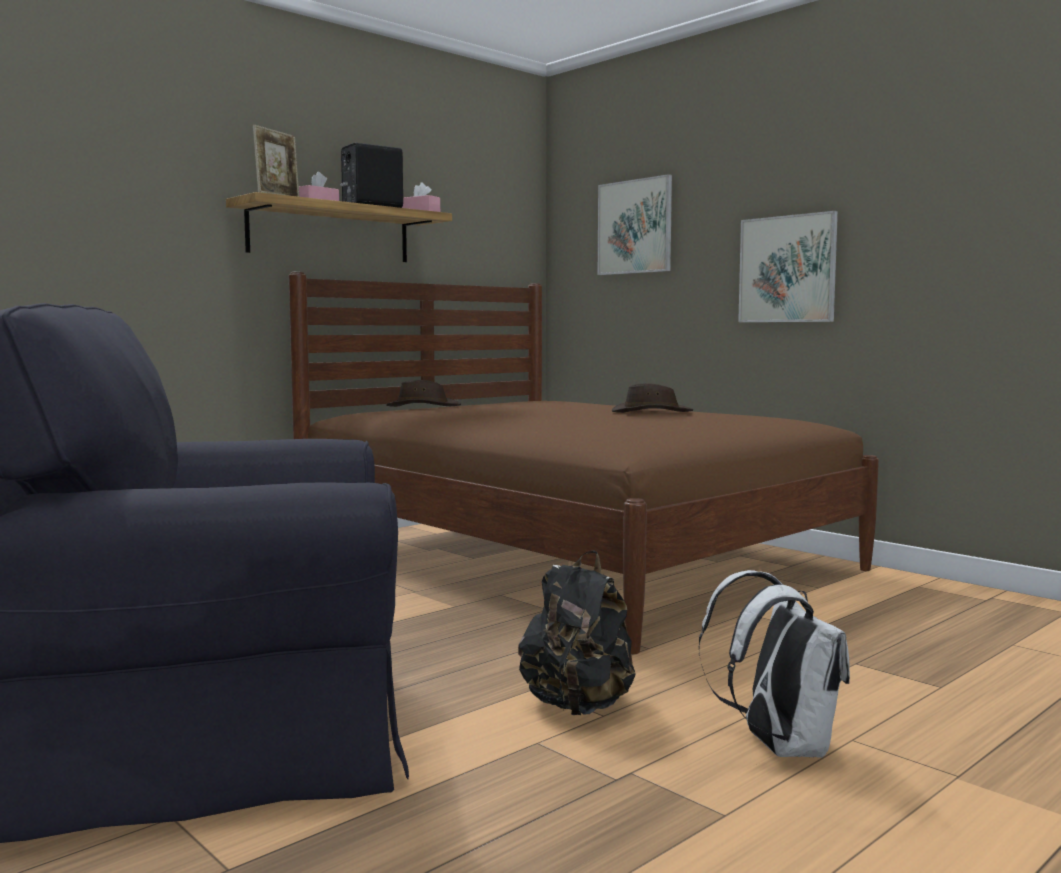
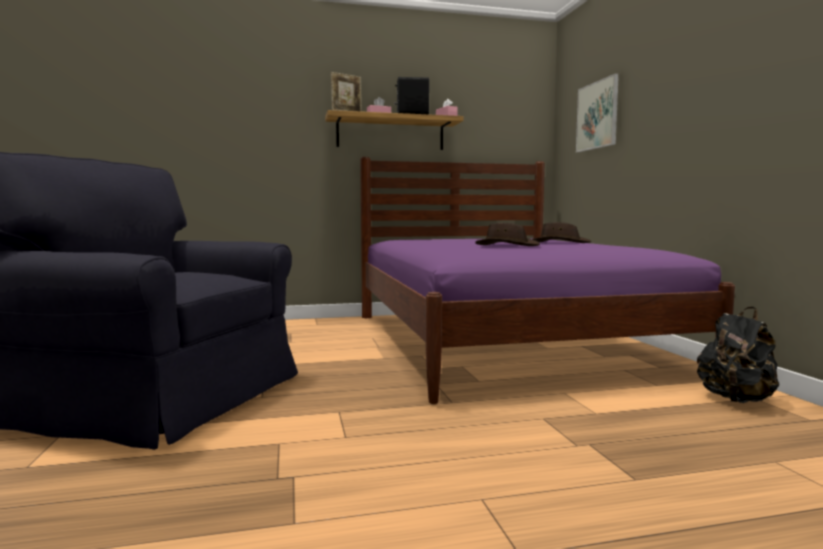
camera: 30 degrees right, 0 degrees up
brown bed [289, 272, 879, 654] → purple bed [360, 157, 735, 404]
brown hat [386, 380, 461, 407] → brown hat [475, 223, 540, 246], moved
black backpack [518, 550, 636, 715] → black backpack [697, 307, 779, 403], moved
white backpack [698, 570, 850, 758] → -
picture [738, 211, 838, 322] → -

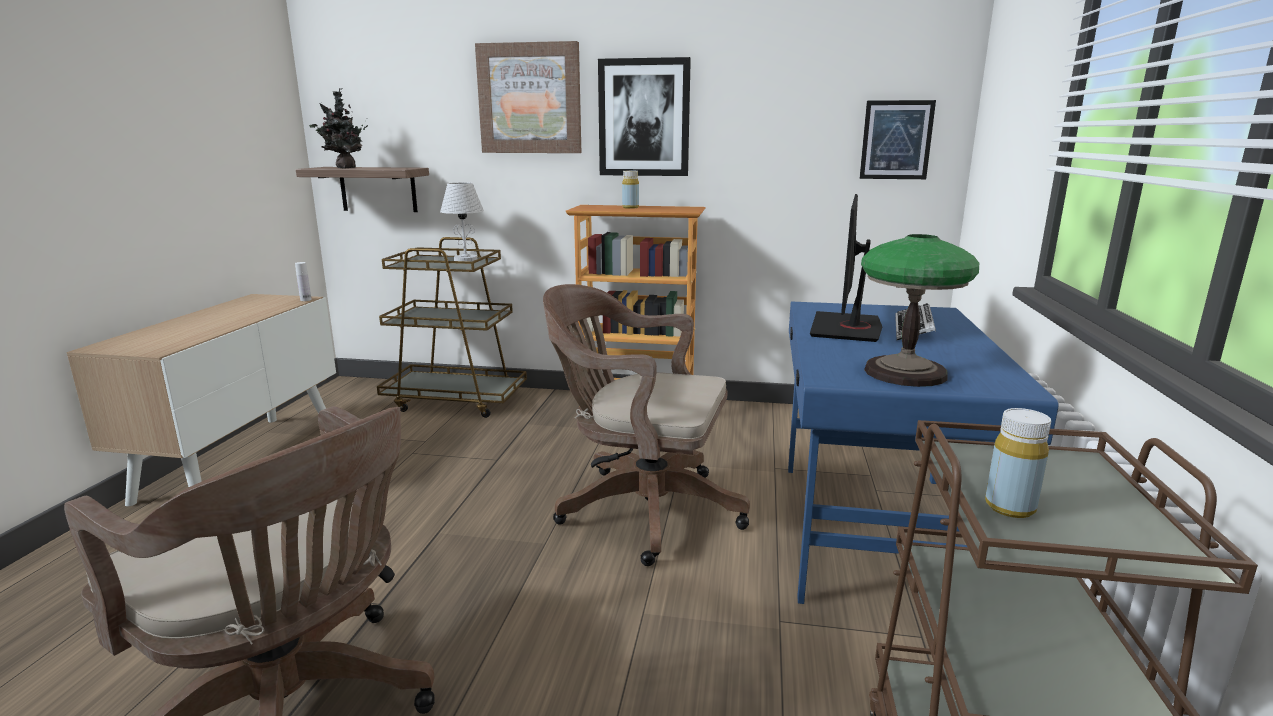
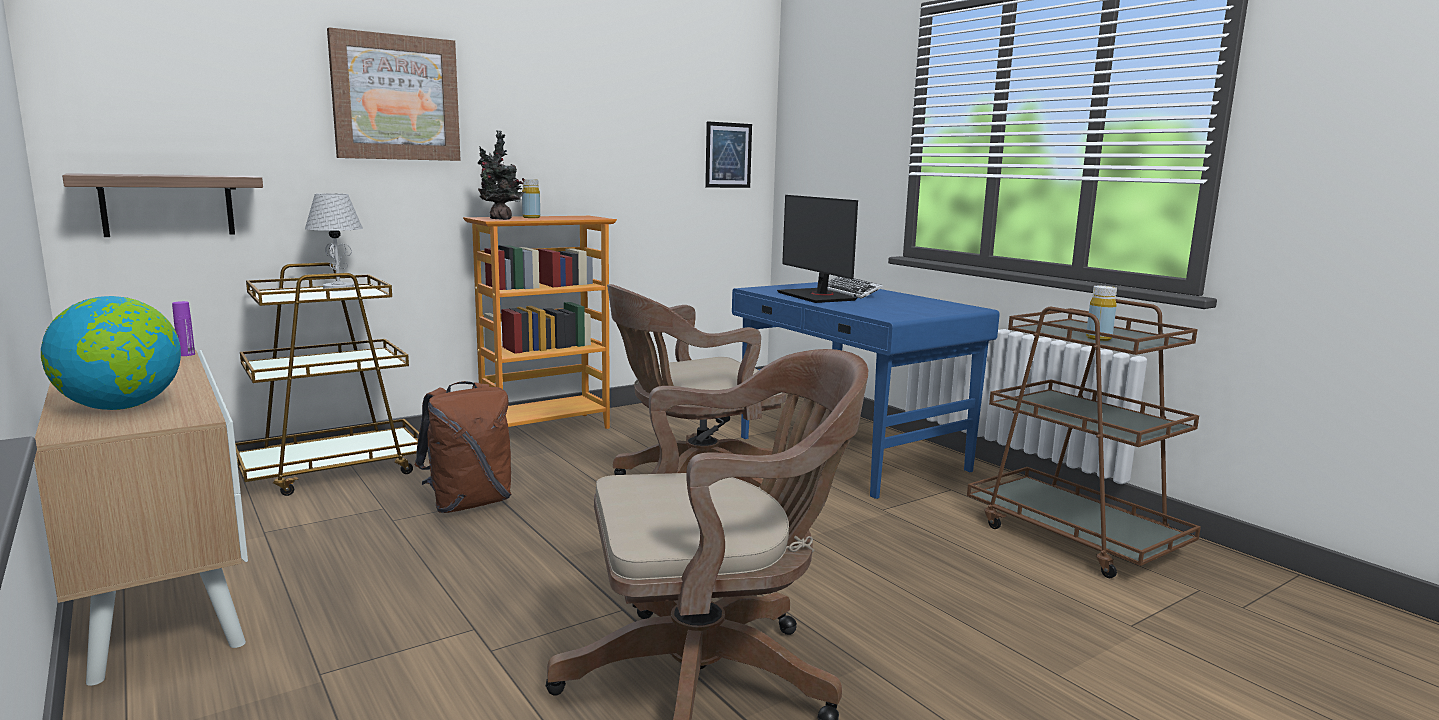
camera: 45 degrees left, 5 degrees down
white bottle [295, 262, 312, 301] → purple bottle [172, 301, 195, 356]
potted plant [309, 88, 368, 168] → potted plant [478, 130, 526, 220], moved
picture [598, 57, 691, 176] → -
table lamp [861, 234, 979, 387] → -
- → globe [41, 296, 181, 410]
- → brown backpack [415, 381, 511, 513]

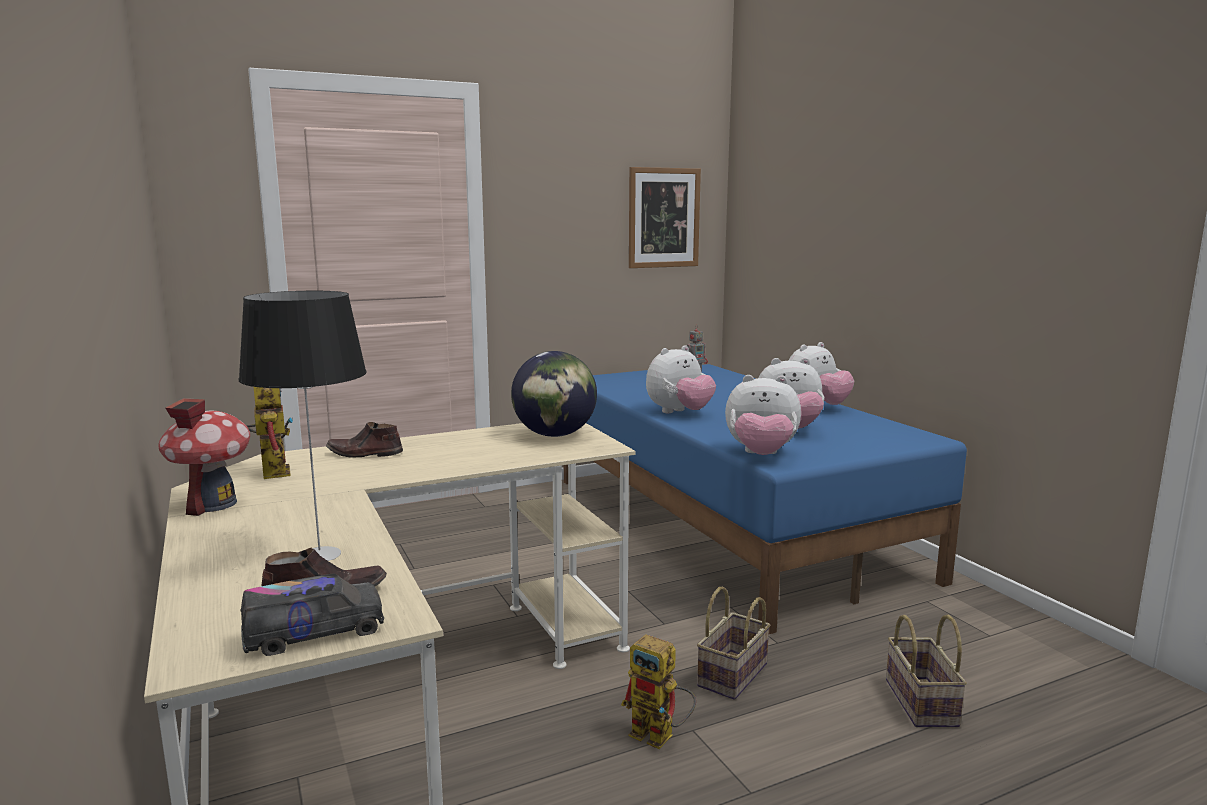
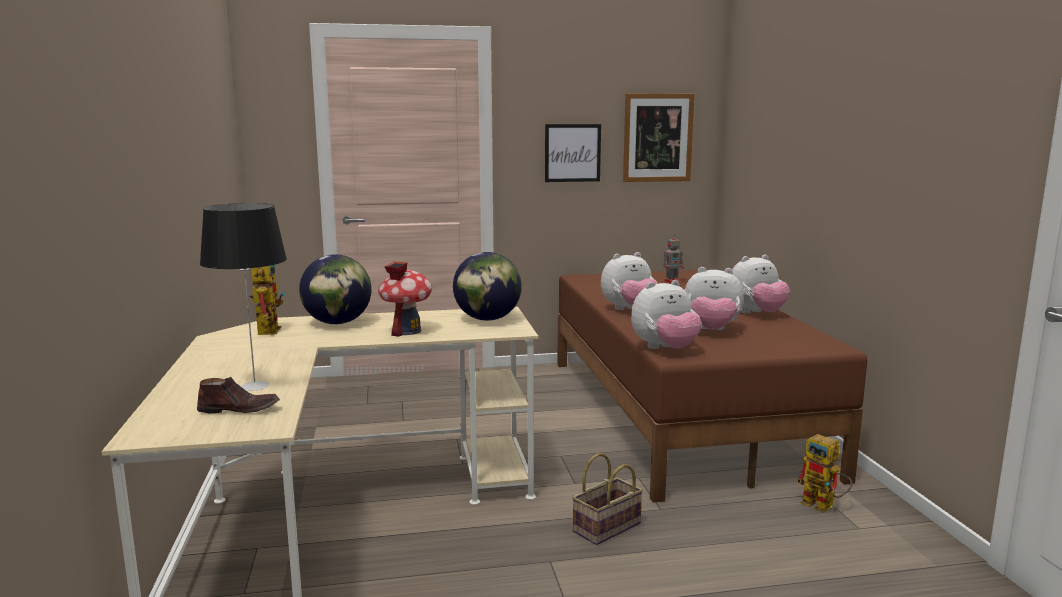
camera: 15 degrees right, 0 degrees up
toy house [158, 398, 250, 516] → toy house [378, 261, 432, 337], moved
toy truck [240, 573, 384, 656] → -
brown shoe [326, 422, 403, 458] → globe [299, 254, 371, 324]
blue bed [564, 364, 967, 634] → brown bed [557, 270, 867, 503]
toy robot [621, 634, 696, 749] → toy robot [796, 434, 853, 513], moved
plush toy [725, 375, 801, 455] → plush toy [631, 280, 702, 349], 45 degrees counterclockwise
basket [886, 615, 967, 727] → -
- → picture [545, 124, 601, 182]

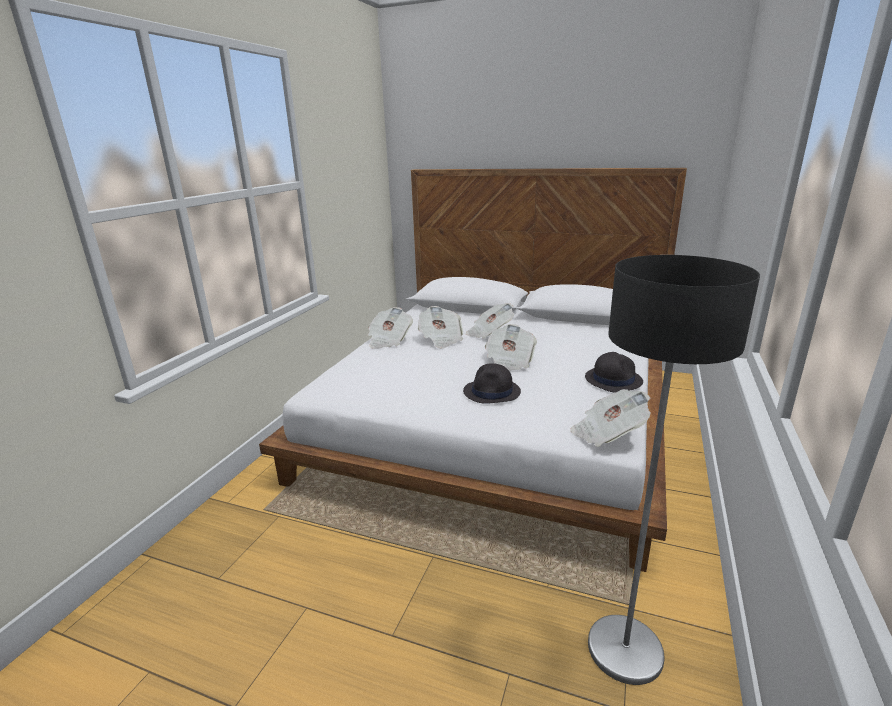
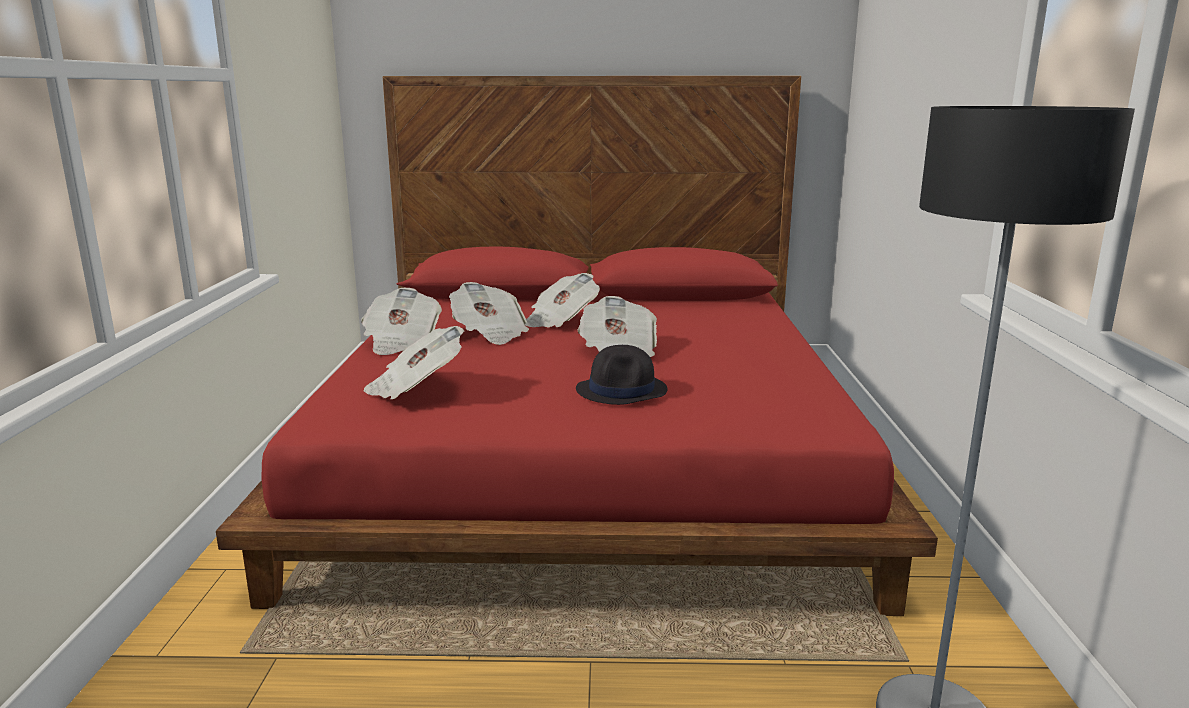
camera: 20 degrees left, 5 degrees down
white bed [259, 168, 687, 572] → red bed [216, 76, 938, 616]
newspaper [570, 389, 651, 447] → newspaper [364, 326, 464, 399], moved
black hat [585, 352, 643, 392] → -

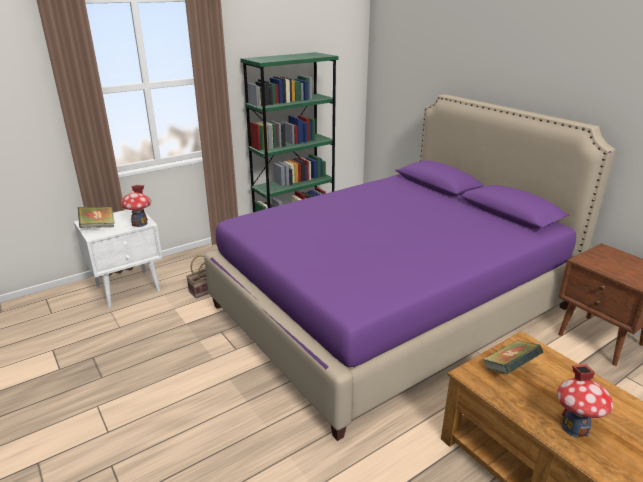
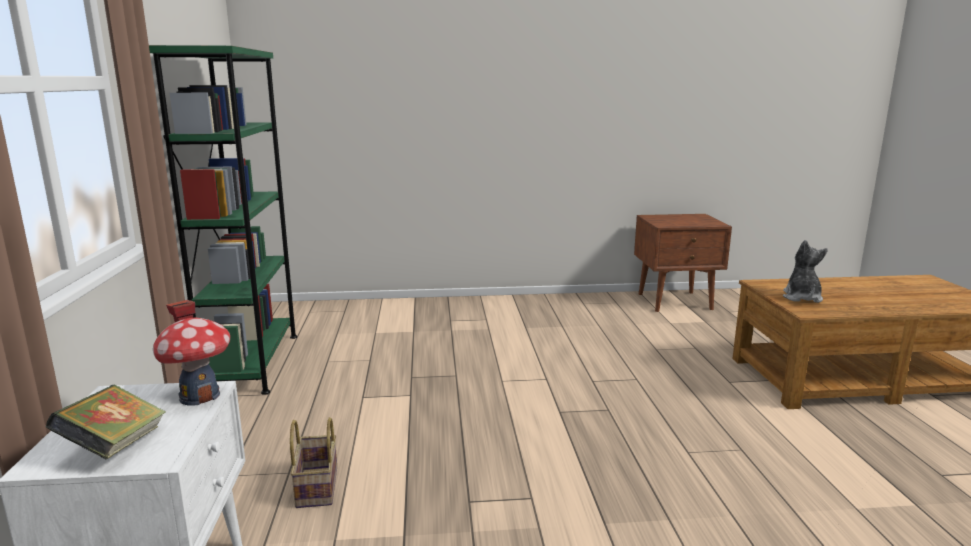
camera: 60 degrees left, 10 degrees down
purple bed [204, 94, 616, 441] → -
book [483, 340, 543, 374] → plush toy [783, 240, 828, 303]
toy house [557, 364, 613, 437] → -

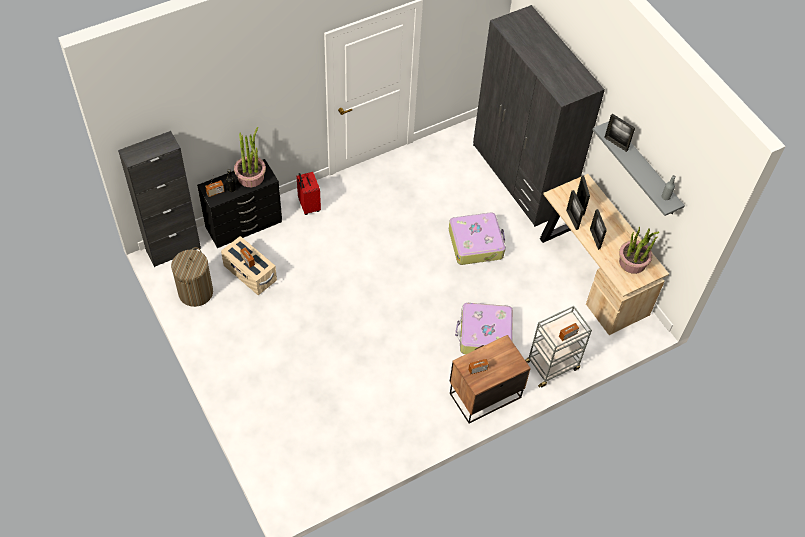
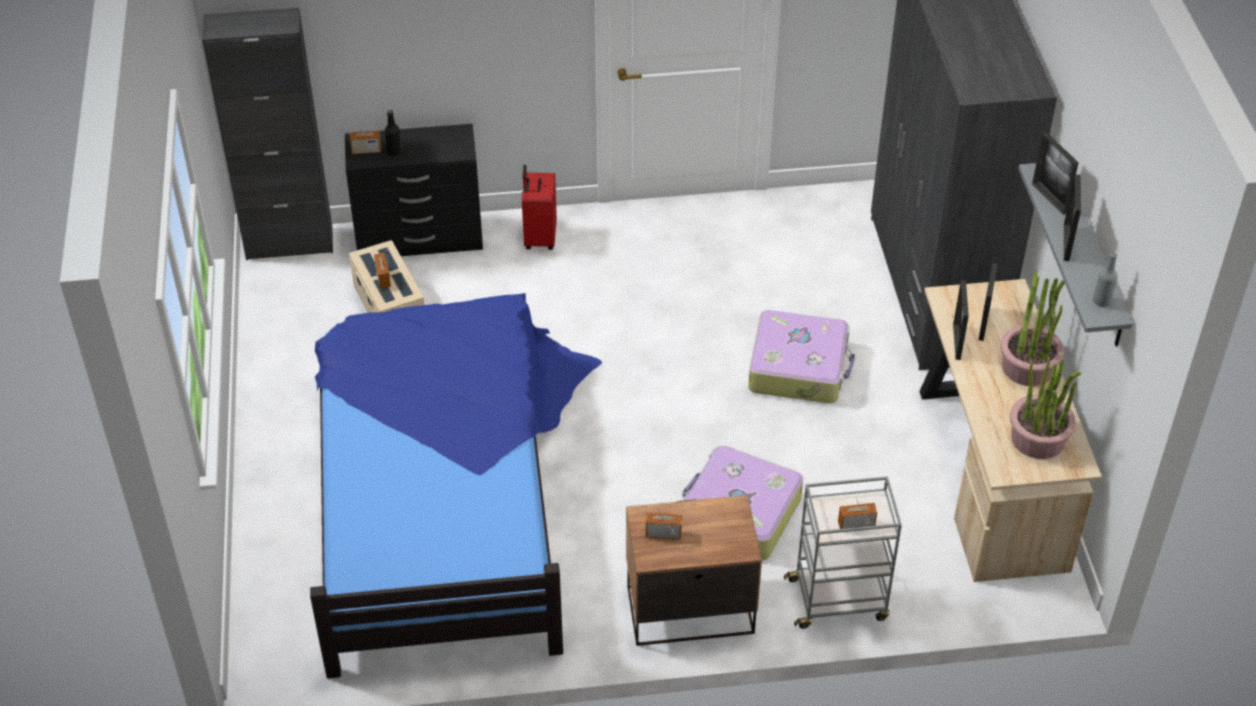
camera: 25 degrees right, 10 degrees down
laundry basket [171, 247, 213, 307] → -
potted plant [234, 127, 266, 187] → potted plant [1001, 270, 1065, 386], moved
picture frame [590, 209, 607, 250] → picture frame [1064, 174, 1081, 261], moved
- → bed [310, 293, 602, 678]

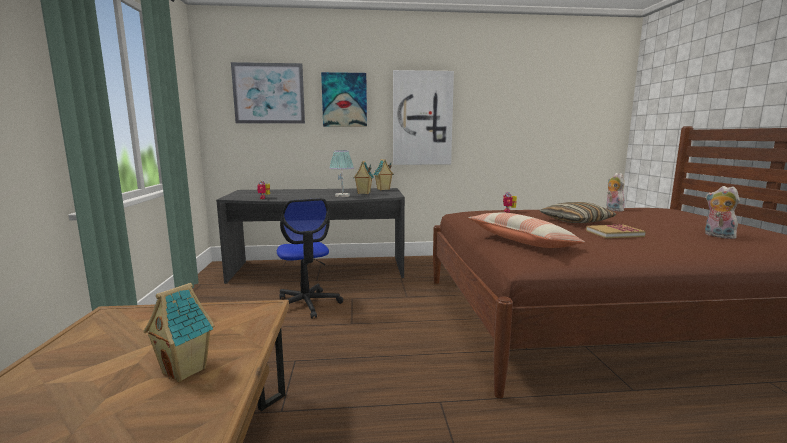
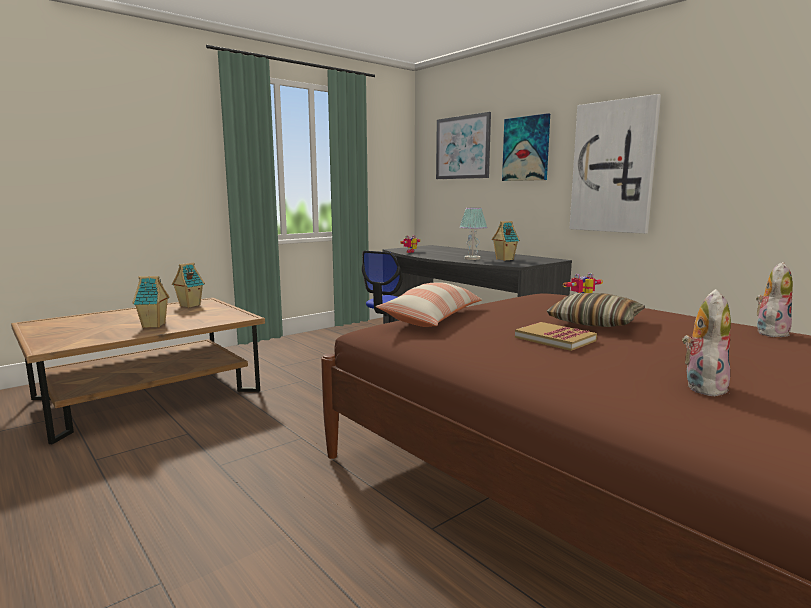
camera: 55 degrees right, 0 degrees up
toy house [373, 159, 394, 190] → toy house [172, 262, 205, 308], moved

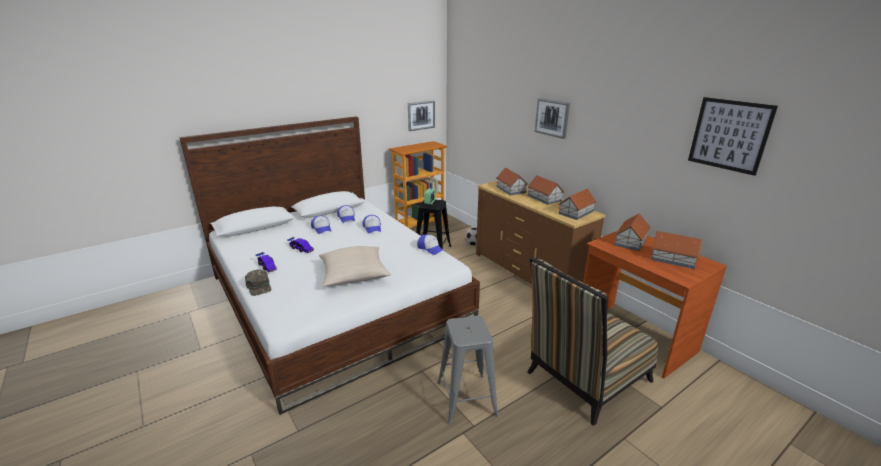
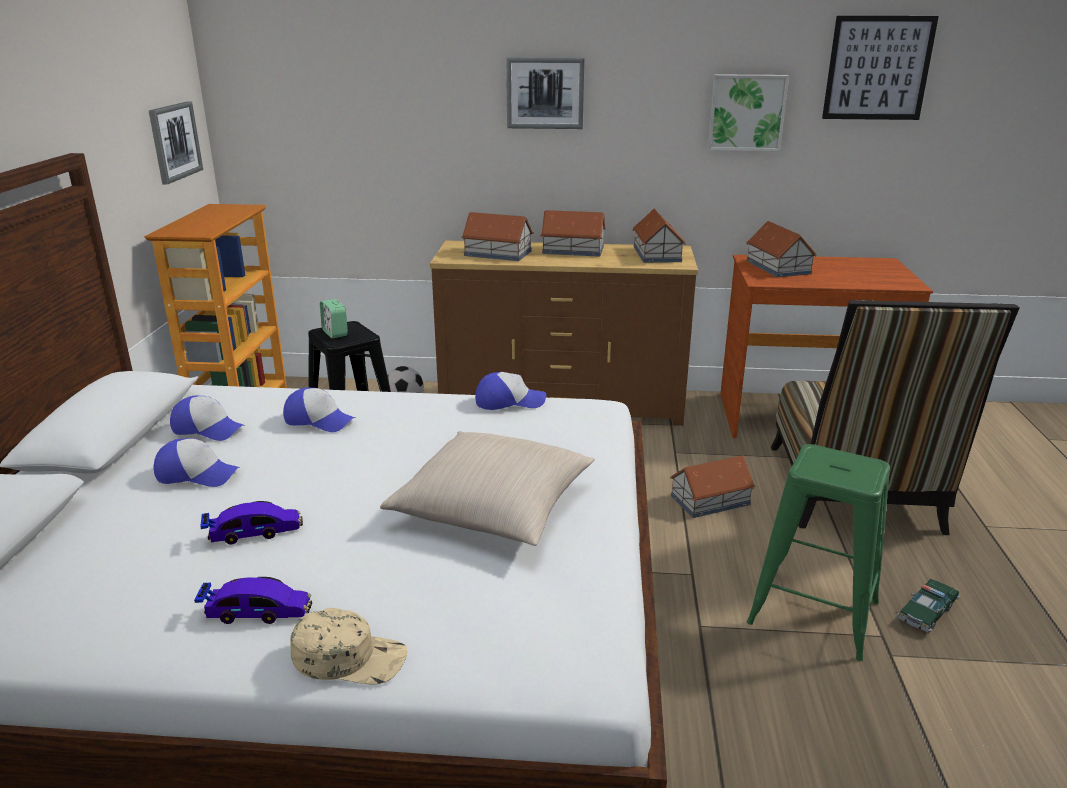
camera: 50 degrees left, 0 degrees up
green cap [245, 269, 271, 296] → beige cap [290, 608, 408, 685]
grey stool [437, 315, 499, 425] → green stool [747, 444, 890, 661]
toy house [651, 231, 703, 269] → toy house [670, 455, 755, 518], moved
- → picture [707, 74, 789, 151]
- → toy car [897, 579, 960, 633]

